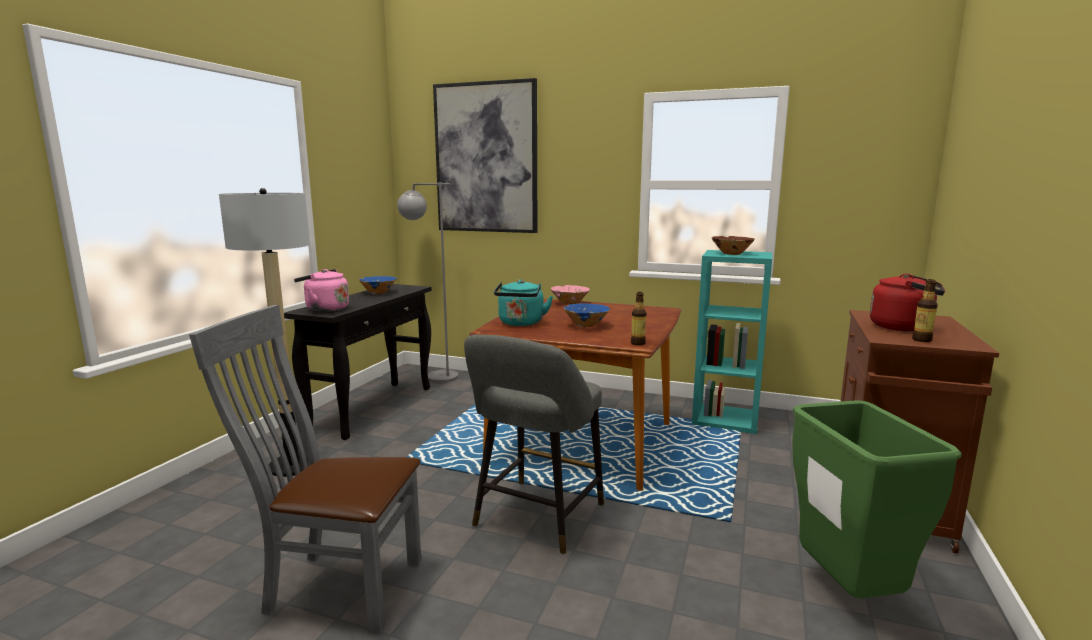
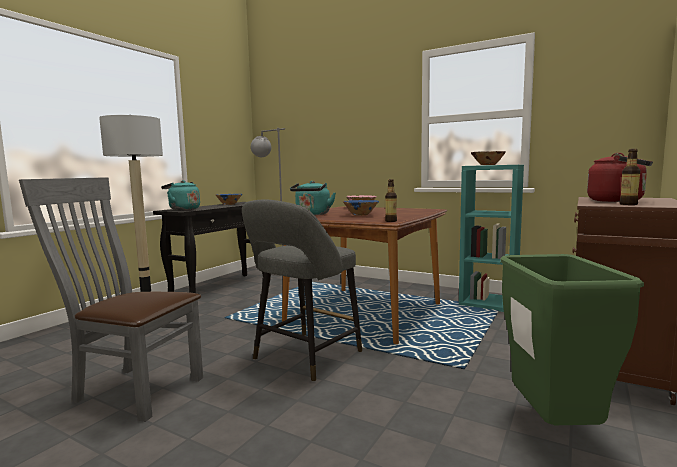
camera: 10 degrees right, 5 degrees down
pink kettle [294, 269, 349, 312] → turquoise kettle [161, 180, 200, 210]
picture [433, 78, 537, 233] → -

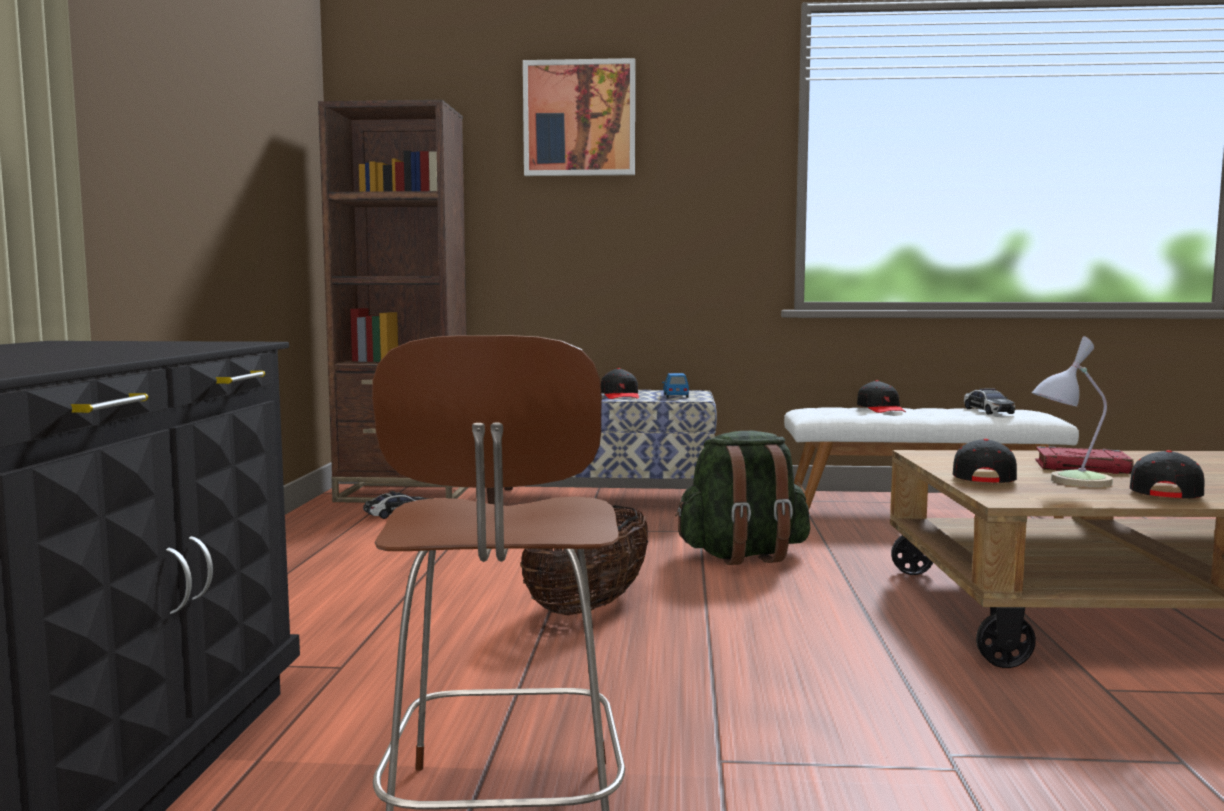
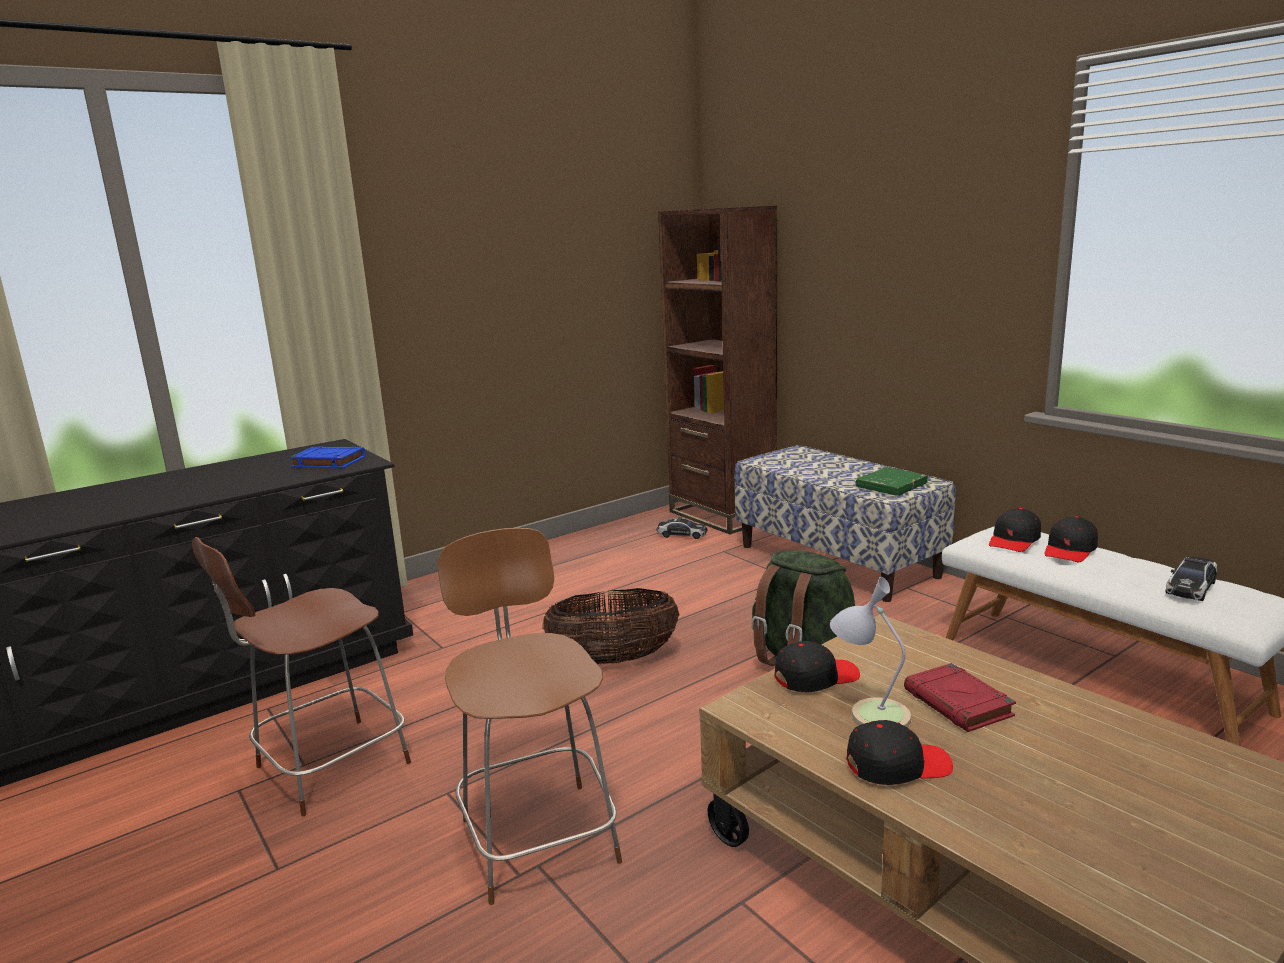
camera: 50 degrees right, 10 degrees up
picture [523, 58, 635, 176] → -
black cap [601, 368, 639, 399] → black cap [989, 508, 1041, 552], moved
blue toy car [662, 373, 689, 398] → green book [856, 467, 928, 496]
- → blue book [290, 446, 365, 469]
- → brown chair [437, 528, 622, 905]

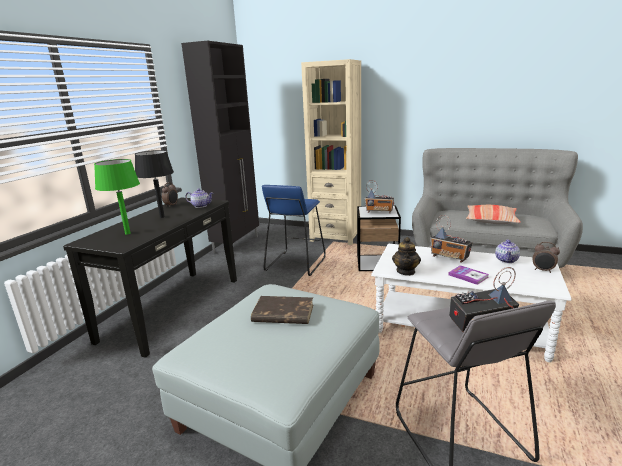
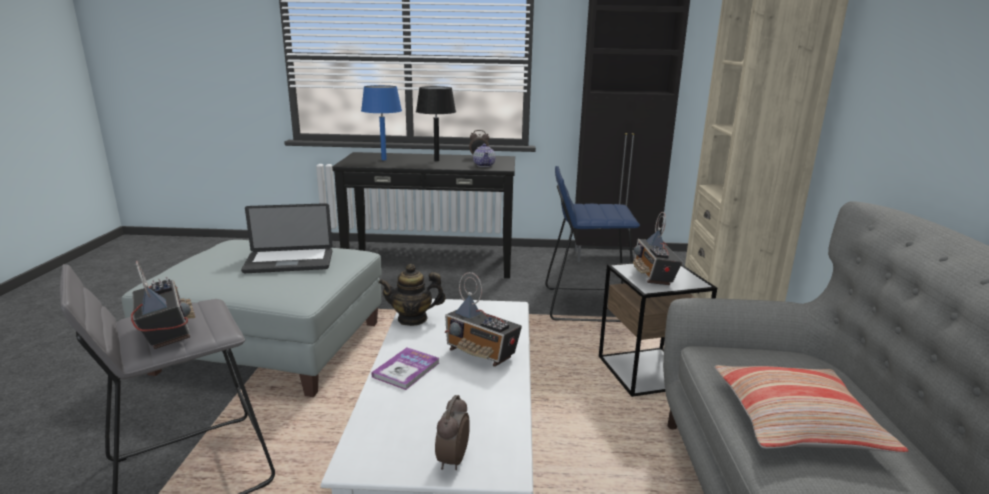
camera: 70 degrees right, 0 degrees up
green table lamp [94, 159, 140, 234] → blue table lamp [361, 85, 402, 160]
brown book [251, 296, 313, 324] → laptop [241, 203, 333, 273]
radio [430, 215, 473, 263] → radio [445, 272, 522, 367], 75 degrees counterclockwise
teapot [495, 239, 520, 263] → -

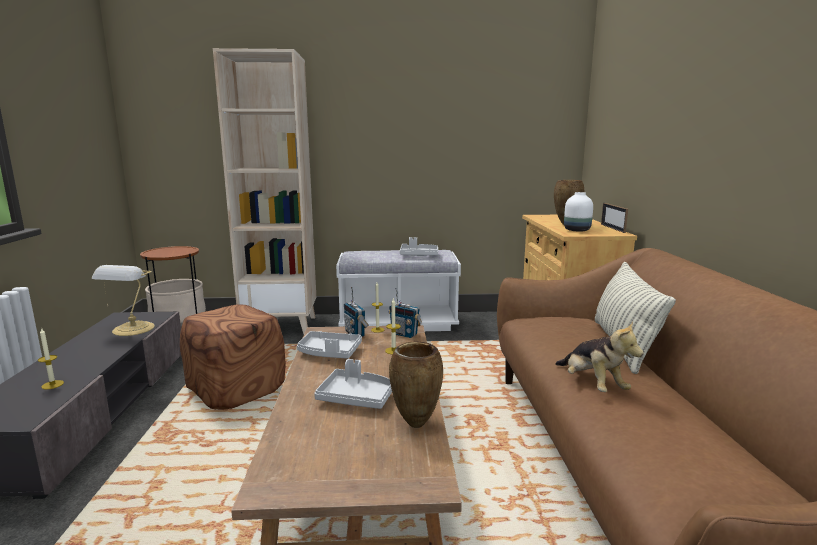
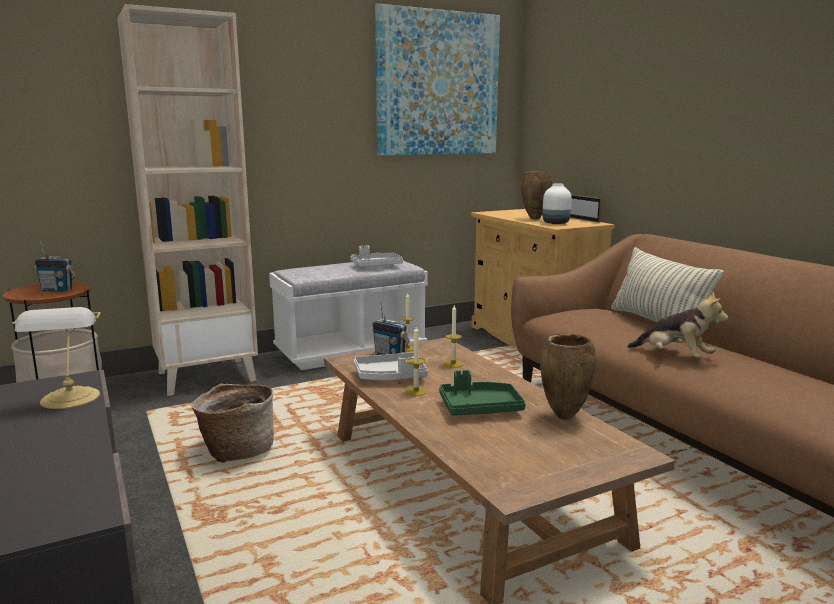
camera: 25 degrees left, 0 degrees up
candle [38, 328, 64, 389] → candle [406, 326, 427, 396], moved
brown ottoman [180, 304, 286, 410] → basket [192, 383, 274, 463]
grey tray [314, 359, 392, 409] → green tray [439, 370, 526, 416]
radio [389, 288, 422, 338] → radio [35, 241, 76, 292], moved
- → picture [375, 3, 500, 155]

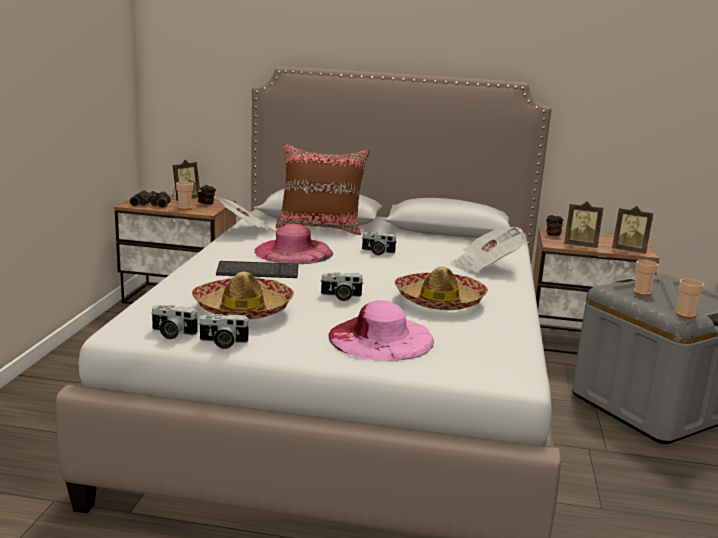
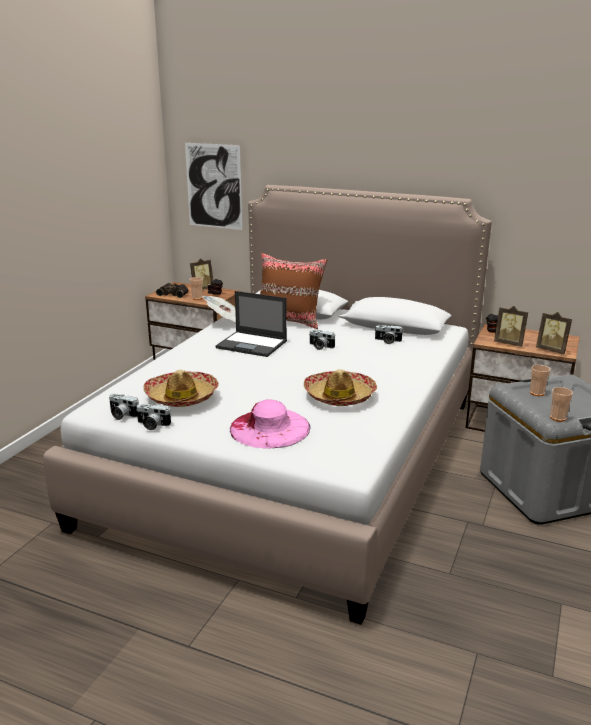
camera: 15 degrees right, 5 degrees up
keyboard [216, 261, 299, 278] → -
pink hat [254, 223, 333, 264] → laptop [215, 291, 287, 357]
photo camera [321, 273, 364, 301] → photo camera [375, 325, 403, 344], moved
newspaper [451, 227, 524, 272] → -
- → picture [185, 143, 243, 230]

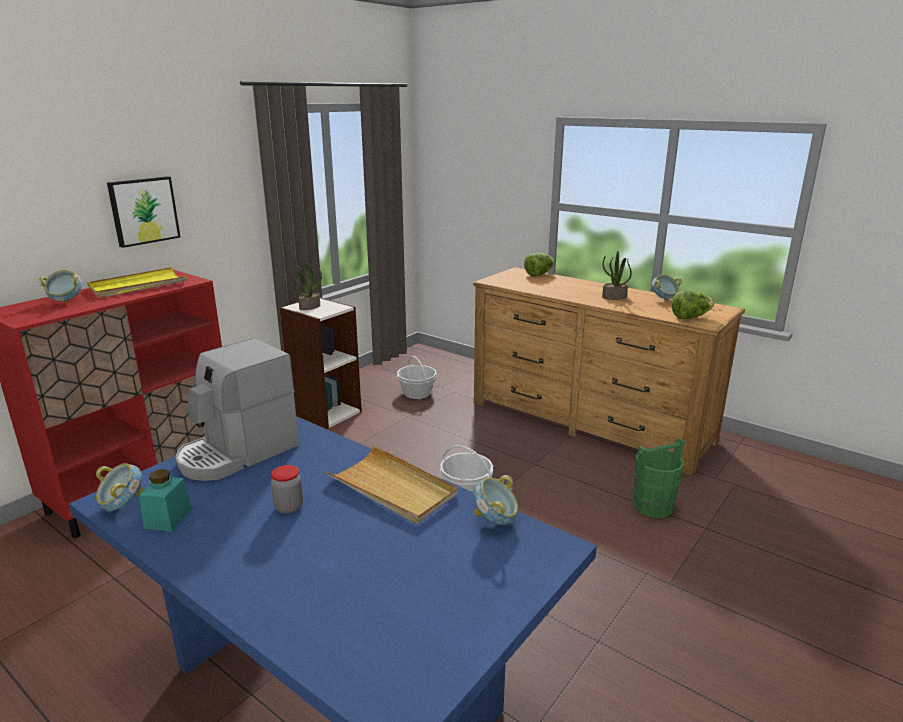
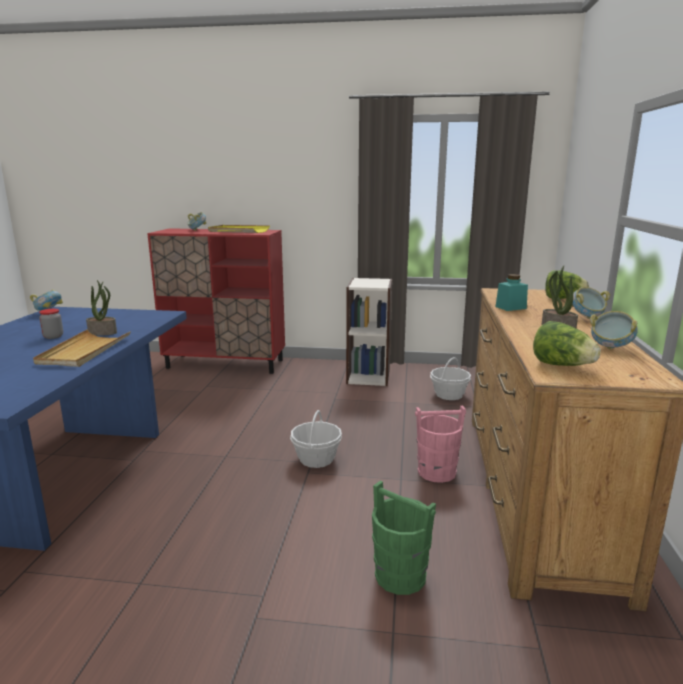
camera: 60 degrees right, 5 degrees down
picture [107, 176, 180, 248] → -
turquoise jar [139, 469, 191, 532] → turquoise jar [495, 274, 528, 311], moved
coffee machine [175, 338, 299, 481] → -
potted plant [294, 264, 322, 310] → potted plant [86, 280, 117, 336], moved
bowl [473, 475, 518, 525] → bowl [572, 287, 610, 319], moved
- → pink bucket [415, 405, 466, 483]

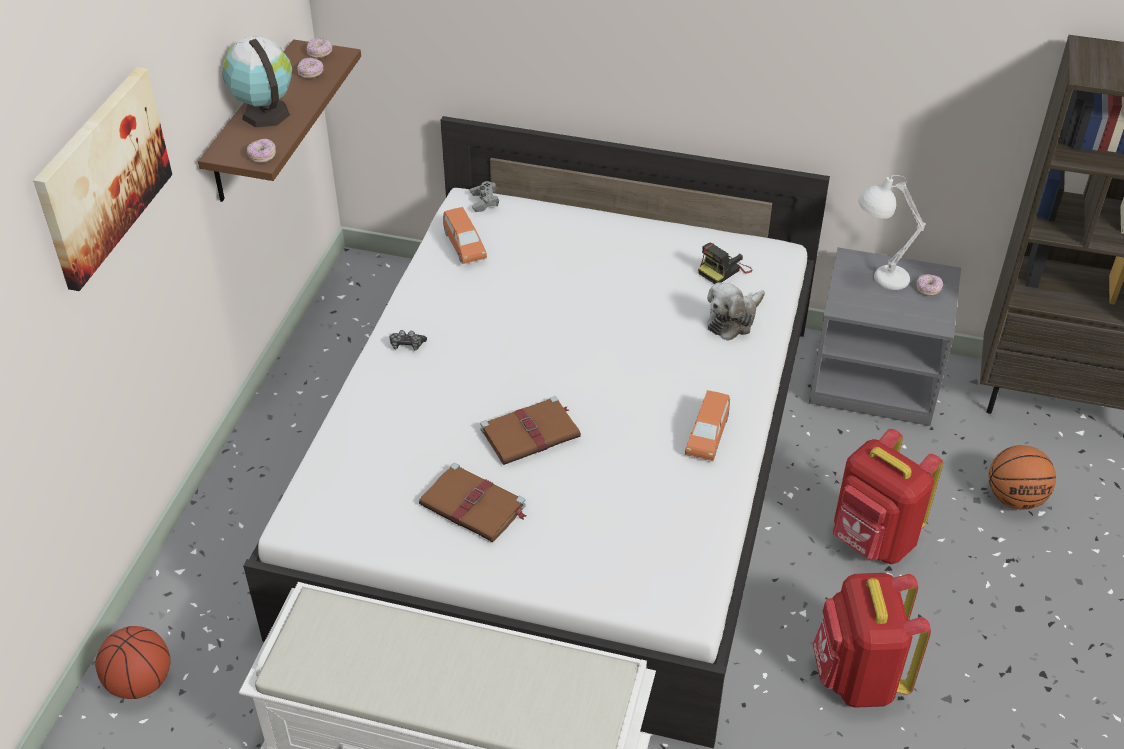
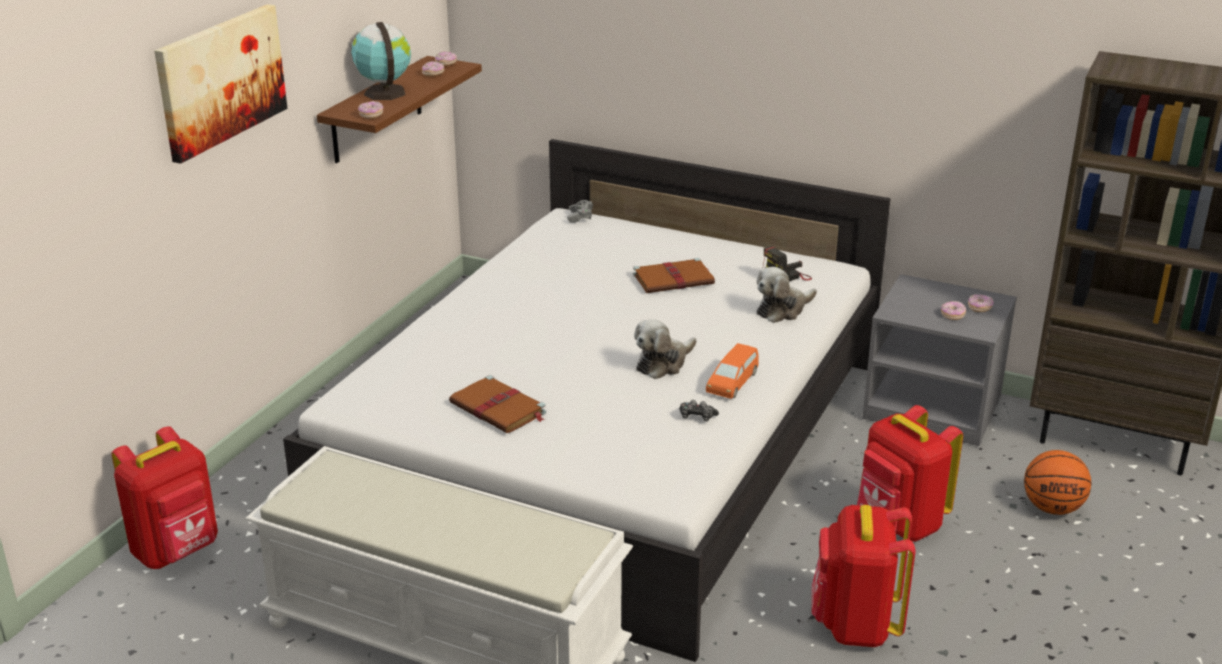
camera: 10 degrees right, 15 degrees down
basketball [95, 626, 171, 699] → red backpack [112, 426, 218, 569]
game controller [389, 330, 427, 351] → game controller [679, 400, 719, 422], moved
orange toy car [443, 207, 487, 264] → -
brown book [480, 396, 581, 465] → brown book [633, 258, 715, 293], moved
white table lamp [858, 175, 925, 290] → -
- → plush toy [634, 319, 696, 379]
- → donut [941, 301, 966, 320]

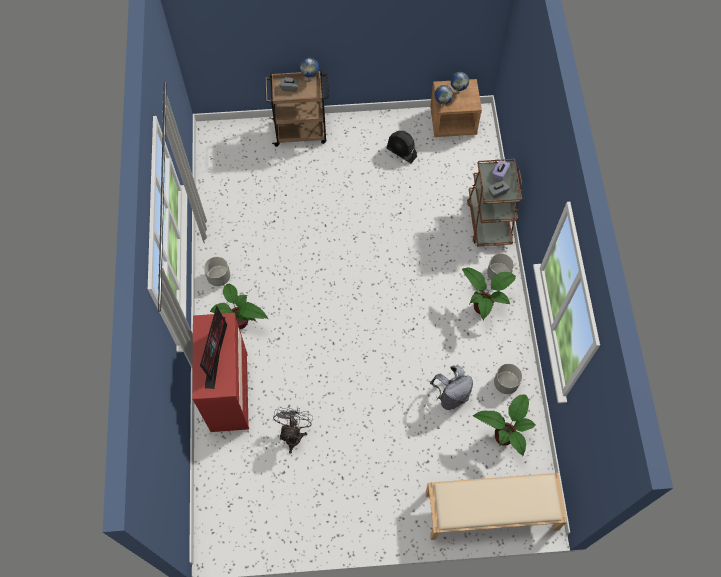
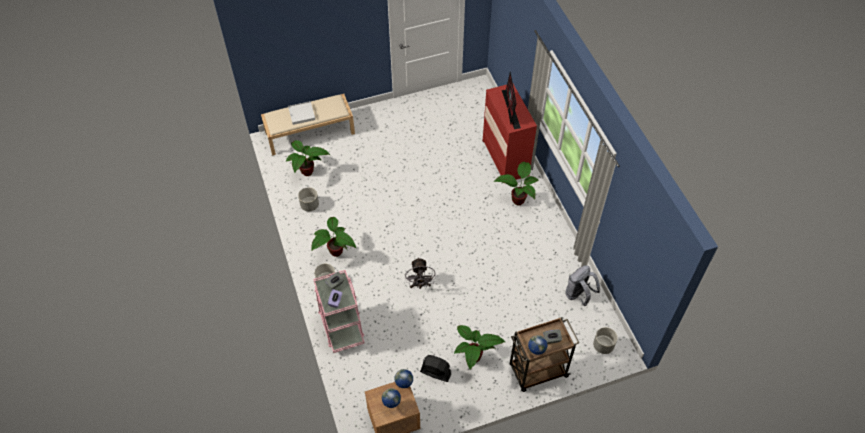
camera: 165 degrees right, 10 degrees down
grey planter [204, 257, 230, 286] → grey planter [593, 327, 617, 354], moved
grey fan [273, 406, 313, 454] → grey fan [405, 257, 436, 289], moved
grey backpack [430, 366, 473, 410] → grey backpack [565, 265, 600, 306], moved
brown cart [467, 159, 522, 247] → pink cart [313, 270, 365, 353]
- → white tray [288, 101, 316, 125]
- → potted plant [454, 325, 505, 370]

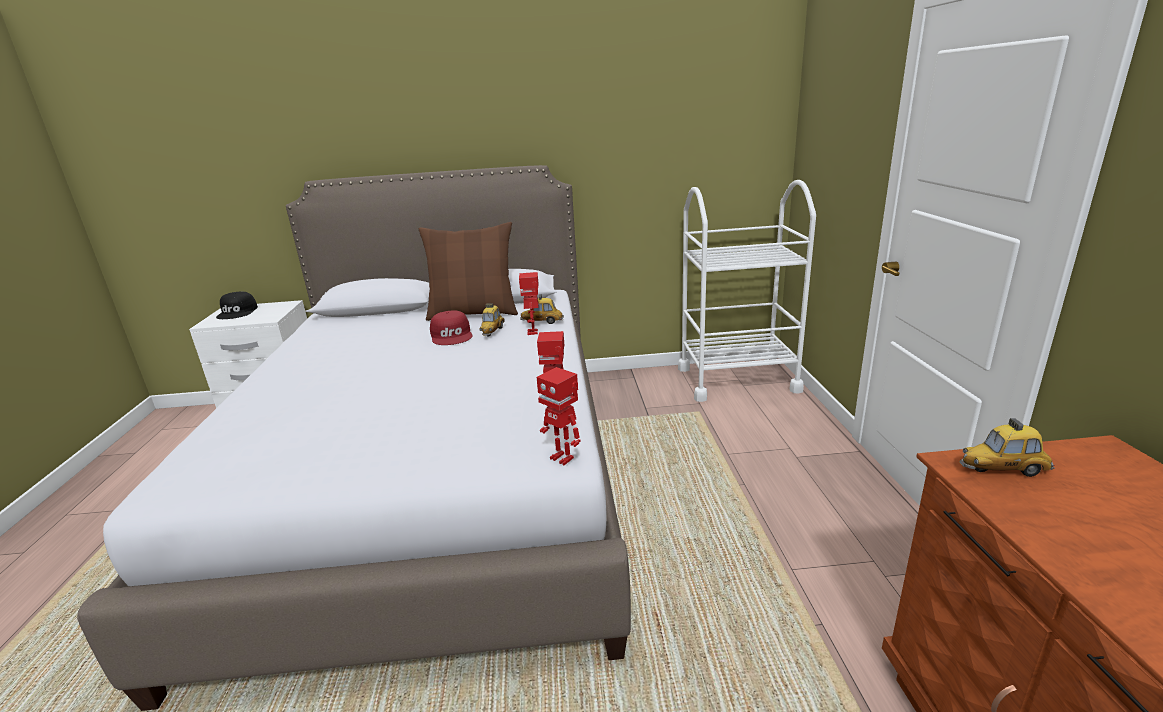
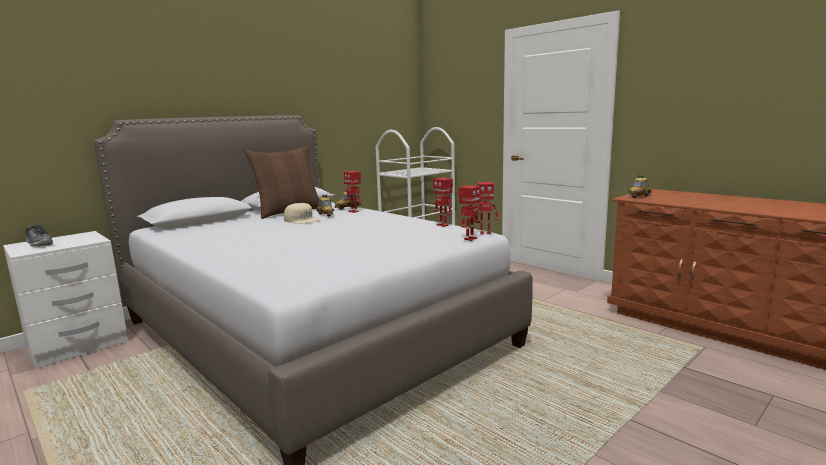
camera: 40 degrees left, 10 degrees down
black cap [216, 292, 258, 319] → shoe [25, 224, 53, 247]
red cap [430, 310, 472, 345] → beige cap [284, 203, 320, 224]
- → toy robot [459, 185, 481, 241]

